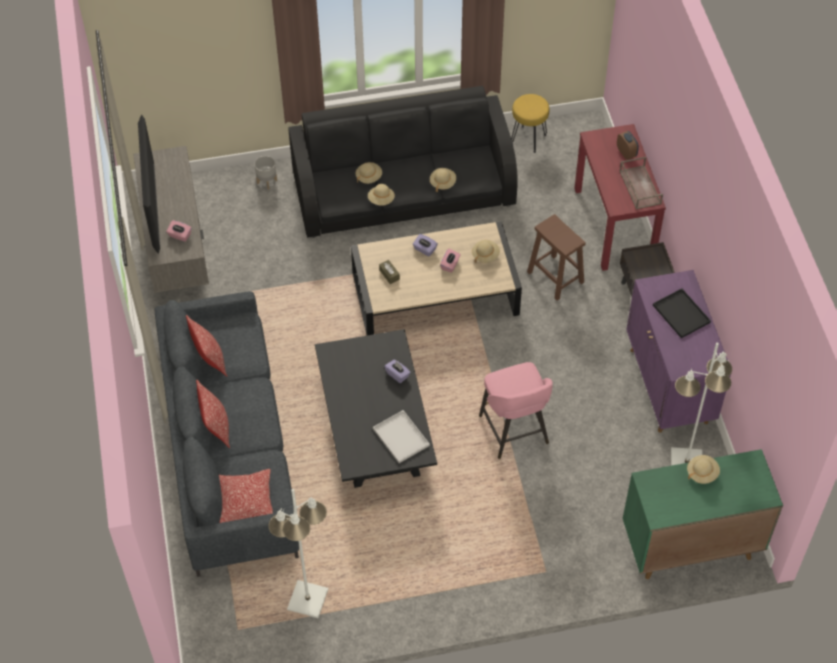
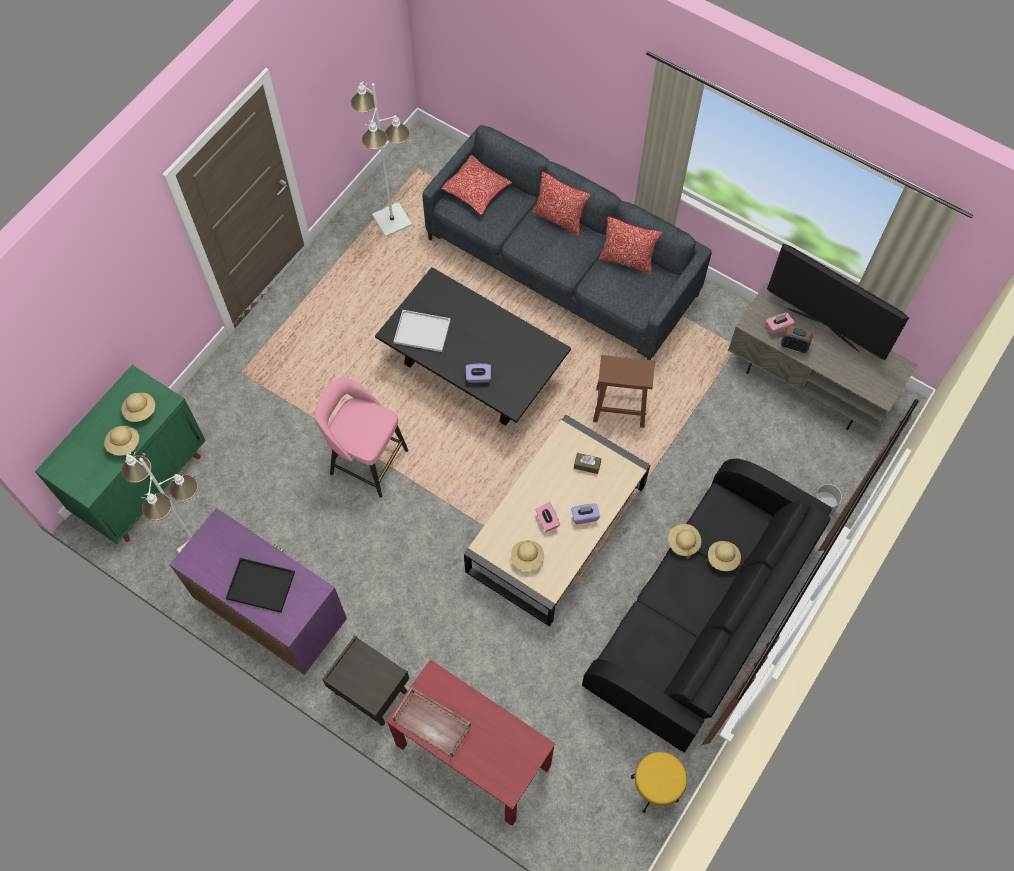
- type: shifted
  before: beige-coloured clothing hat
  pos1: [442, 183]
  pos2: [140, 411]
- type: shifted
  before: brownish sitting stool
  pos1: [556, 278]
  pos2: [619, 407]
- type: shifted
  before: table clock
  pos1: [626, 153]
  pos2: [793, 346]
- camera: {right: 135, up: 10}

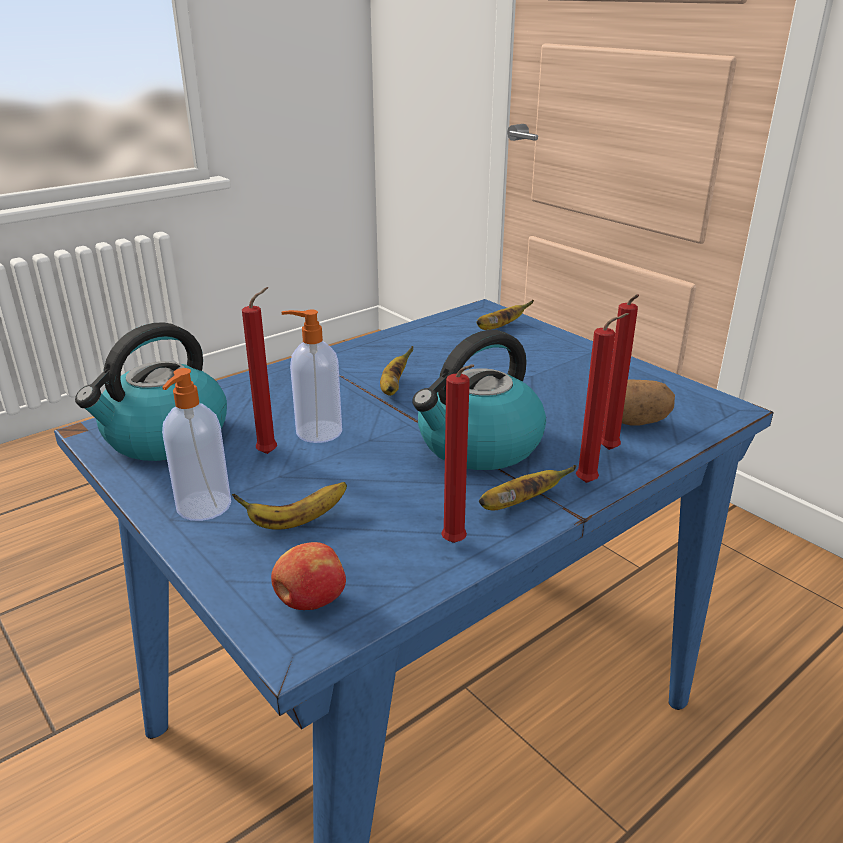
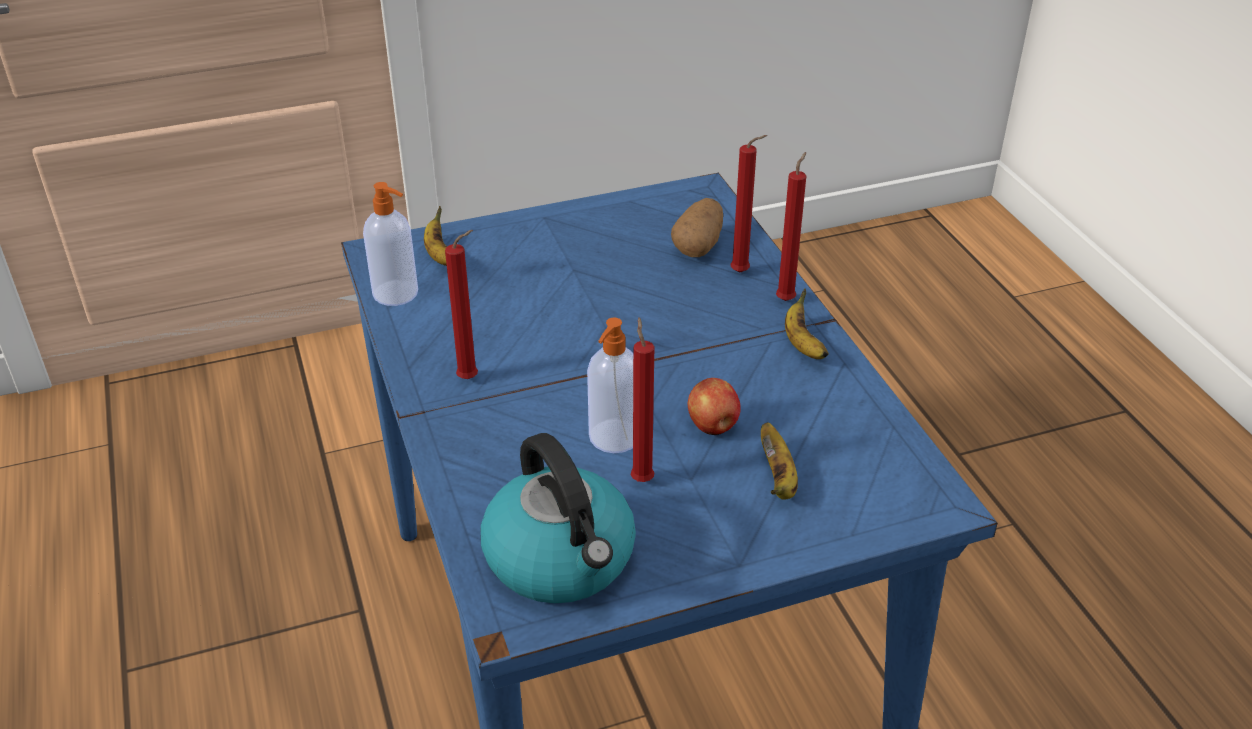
- type: gone
  before: whole banana
  pos1: [393, 388]
- type: gone
  before: tea kettle
  pos1: [478, 445]
- type: shifted
  before: soap dispenser
  pos1: [202, 507]
  pos2: [397, 294]
- type: shifted
  before: apple
  pos1: [309, 601]
  pos2: [713, 426]
- type: shifted
  before: reddish wax candle
  pos1: [456, 545]
  pos2: [471, 378]
- camera: {right: -70, up: 10}

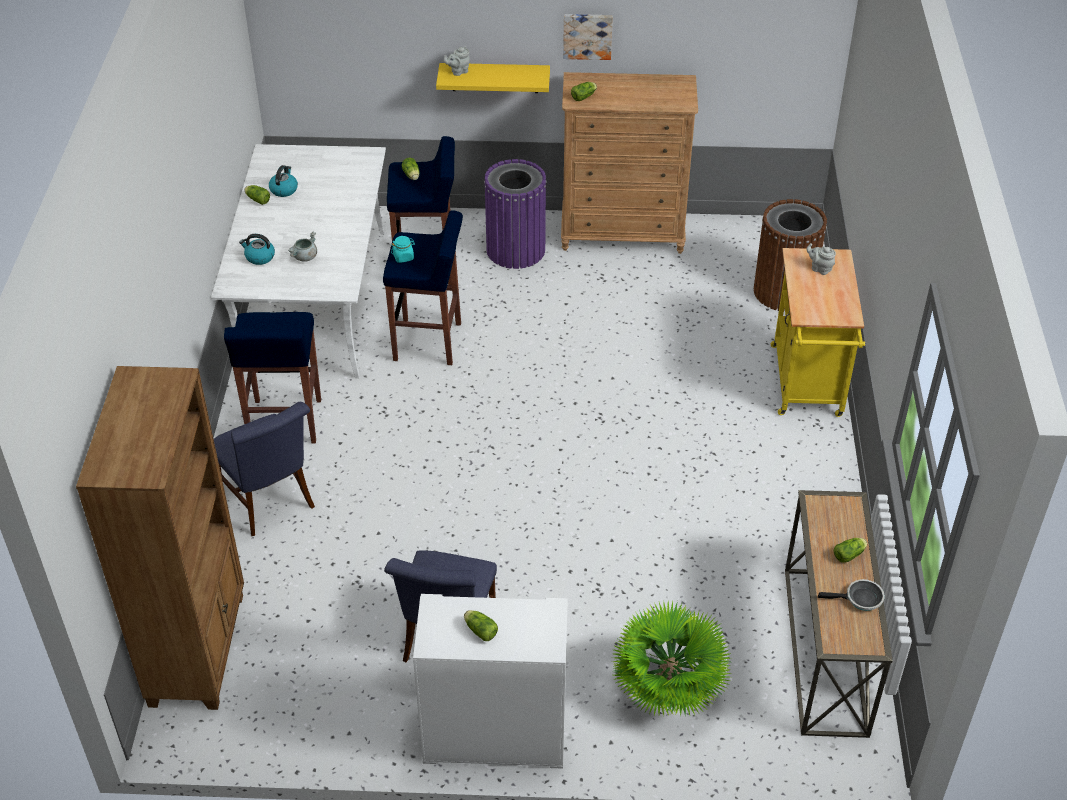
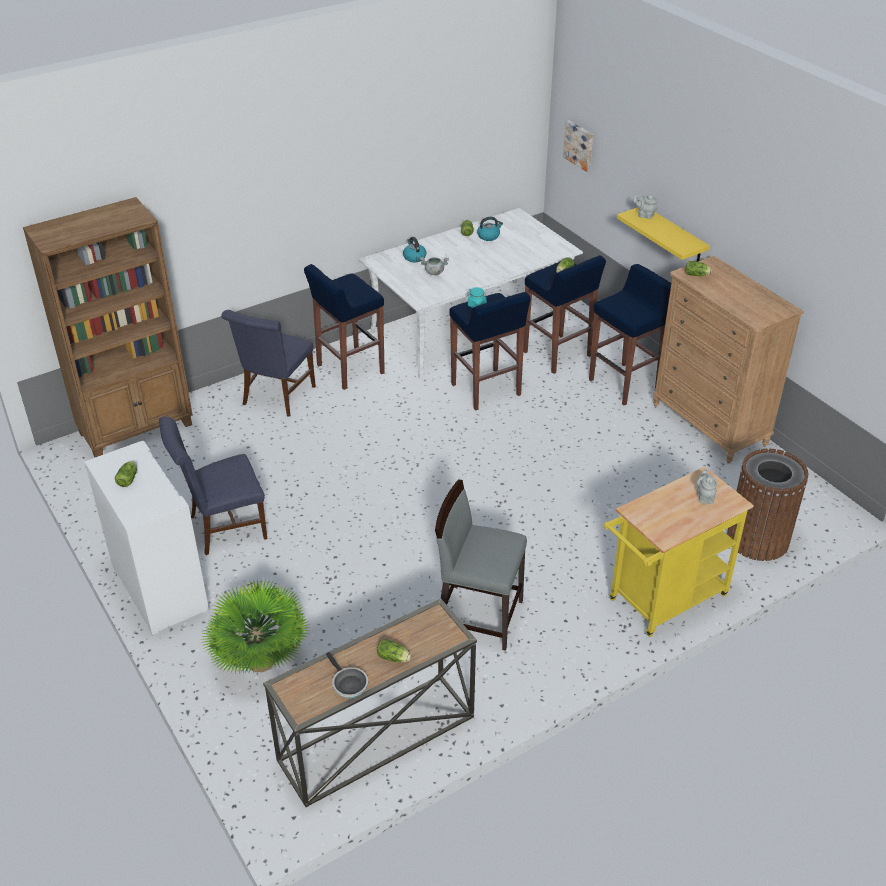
- type: new
  after: gray plain chair
  pos2: [478, 616]
- type: shifted
  before: picture
  pos1: [587, 35]
  pos2: [579, 145]
- type: swapped
  before: purplish rubbish bin
  after: blue-coloured sitting stool
  pos1: [516, 250]
  pos2: [625, 384]
- camera: {right: 55, up: -5}

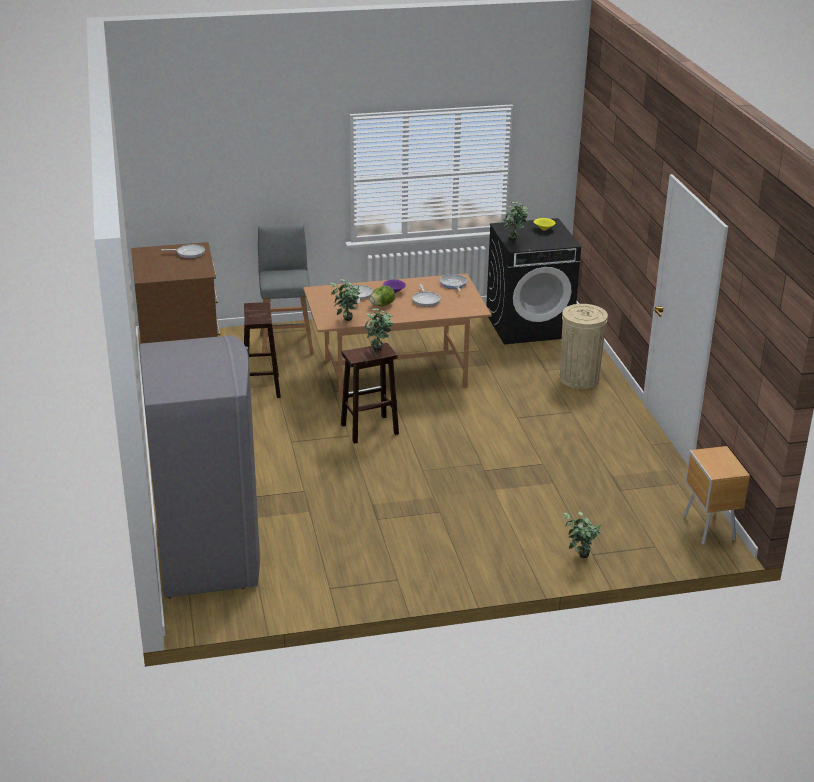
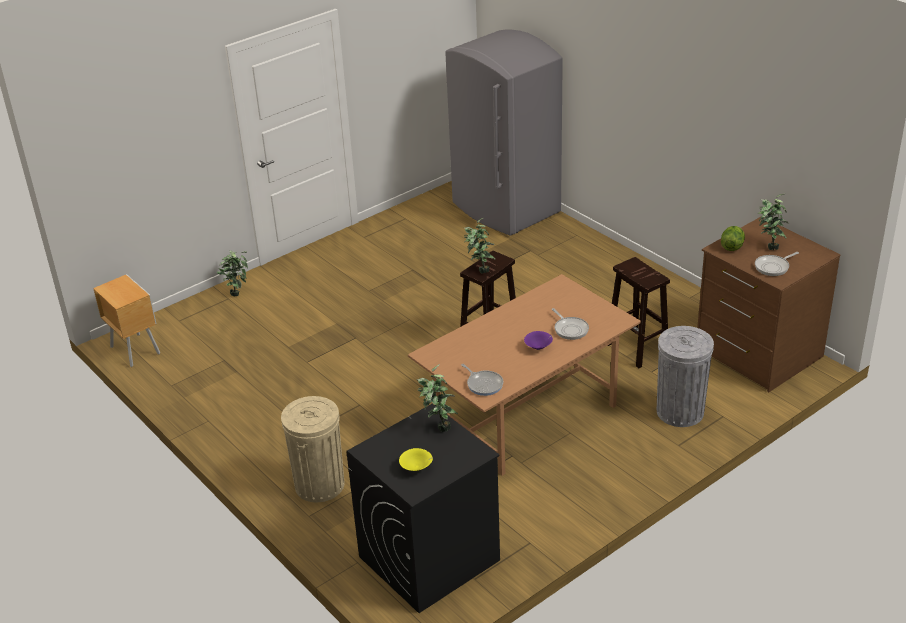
- type: gone
  before: skillet
  pos1: [426, 300]
- type: shifted
  before: plant in a pot
  pos1: [346, 322]
  pos2: [769, 246]
- type: shifted
  before: lettuce head
  pos1: [382, 305]
  pos2: [732, 247]
- type: swapped
  before: gray sitting stool
  after: gray rubbish bin
  pos1: [286, 343]
  pos2: [680, 411]
- camera: {right: 155, up: 5}

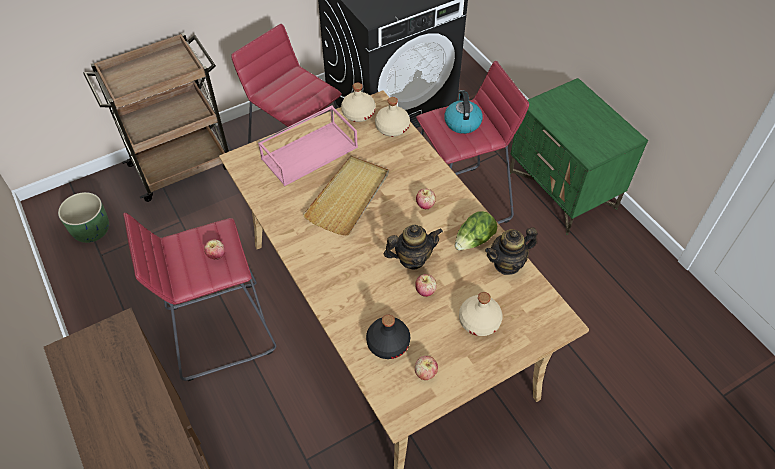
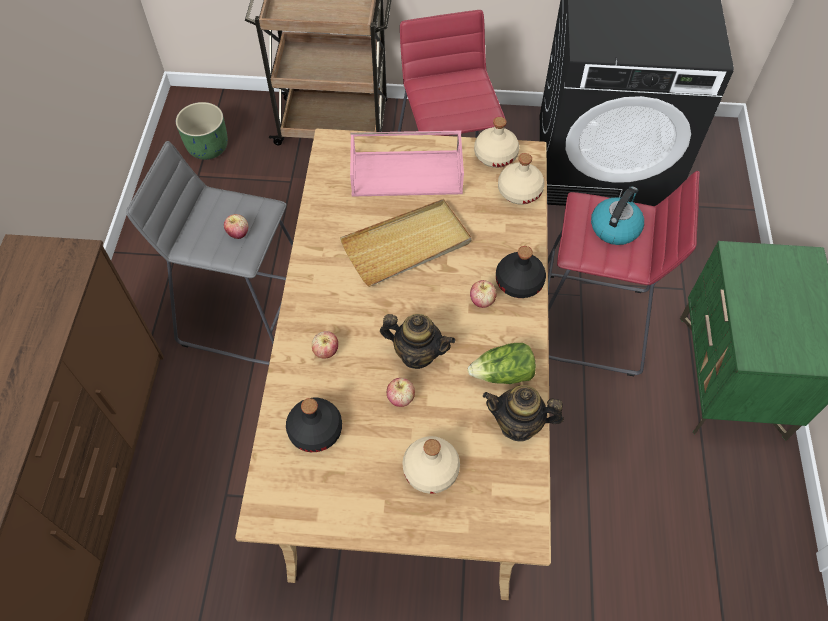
- type: new
  after: black beverage bottle
  pos2: [519, 282]
- type: shifted
  before: apple
  pos1: [425, 373]
  pos2: [326, 351]
- type: repainted
  before: reddish sitting stool
  after: gray sitting stool
  pos1: [219, 329]
  pos2: [245, 312]
- camera: {right: 35, up: 5}

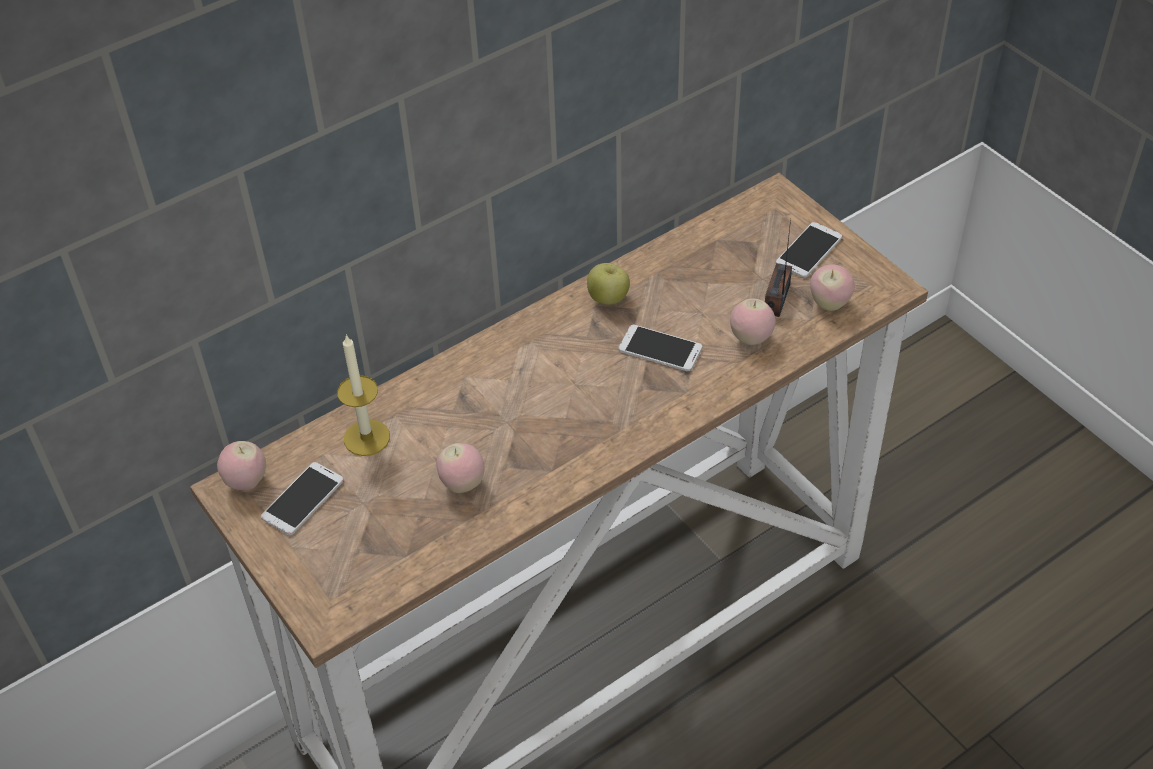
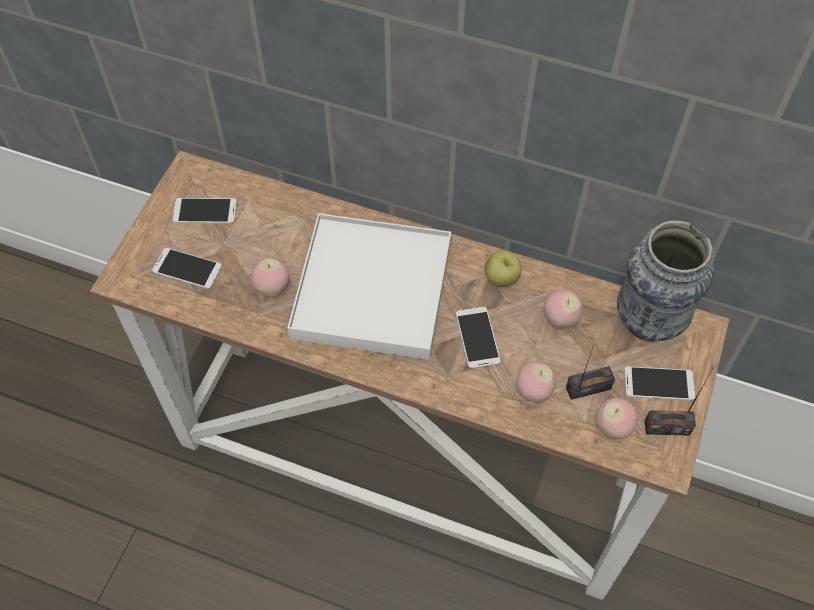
- type: gone
  before: wax candle
  pos1: [367, 437]
- type: new
  after: telephone
  pos2: [187, 269]
- type: new
  after: whitish carrying tray
  pos2: [372, 290]
- type: new
  after: vase
  pos2: [649, 320]
- type: new
  after: radio
  pos2: [667, 427]
- type: shifted
  before: apple
  pos1: [246, 481]
  pos2: [560, 319]
- camera: {right: 55, up: 10}

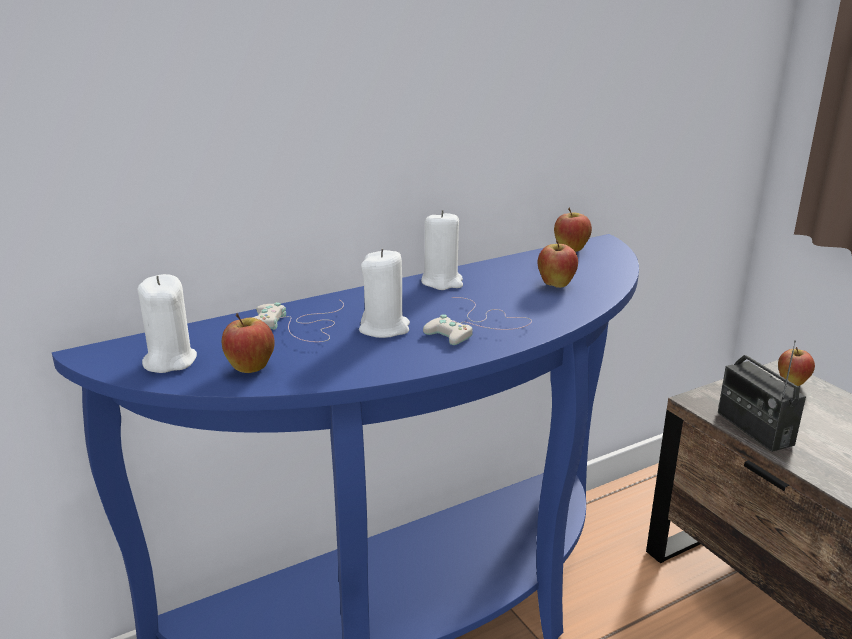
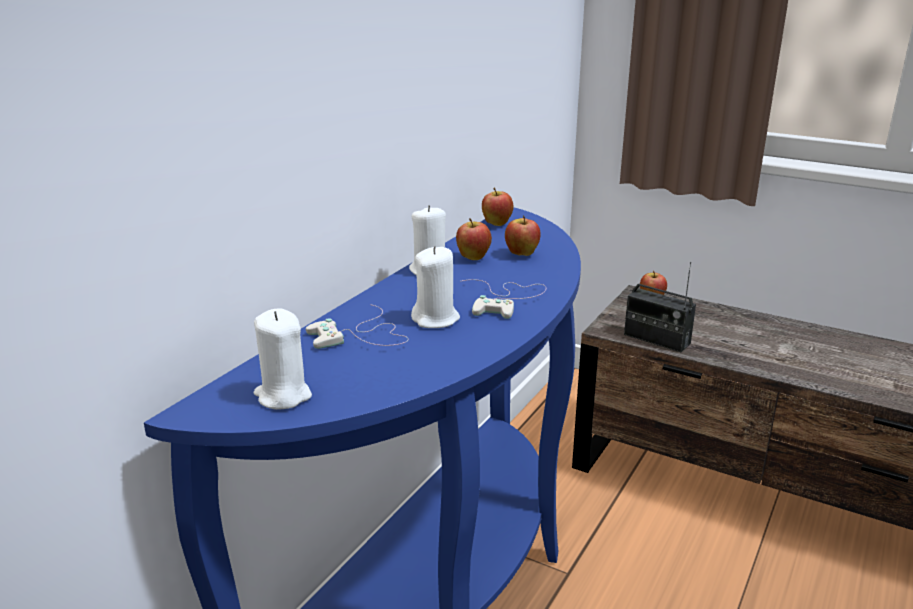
- type: shifted
  before: apple
  pos1: [250, 369]
  pos2: [473, 259]
- camera: {right: -30, up: 0}

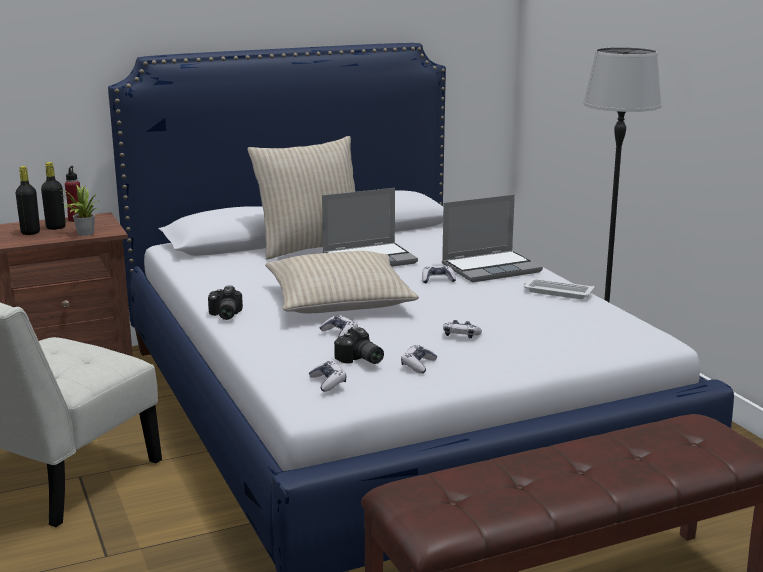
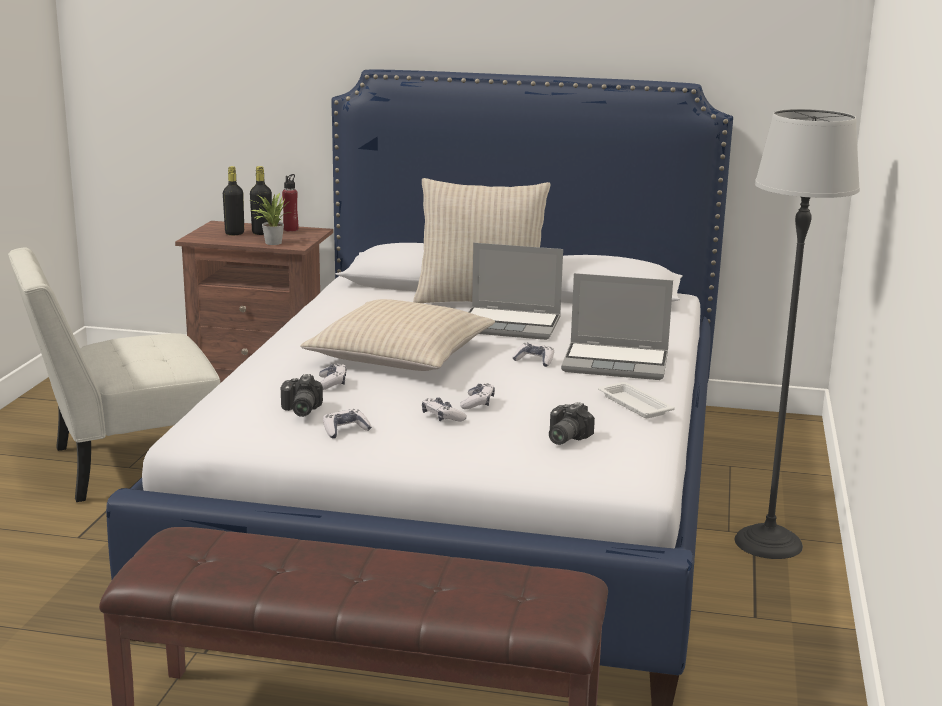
- type: shifted
  before: photo camera
  pos1: [224, 315]
  pos2: [563, 438]
- type: shifted
  before: gamepad
  pos1: [328, 382]
  pos2: [478, 403]
- camera: {right: 35, up: 0}

